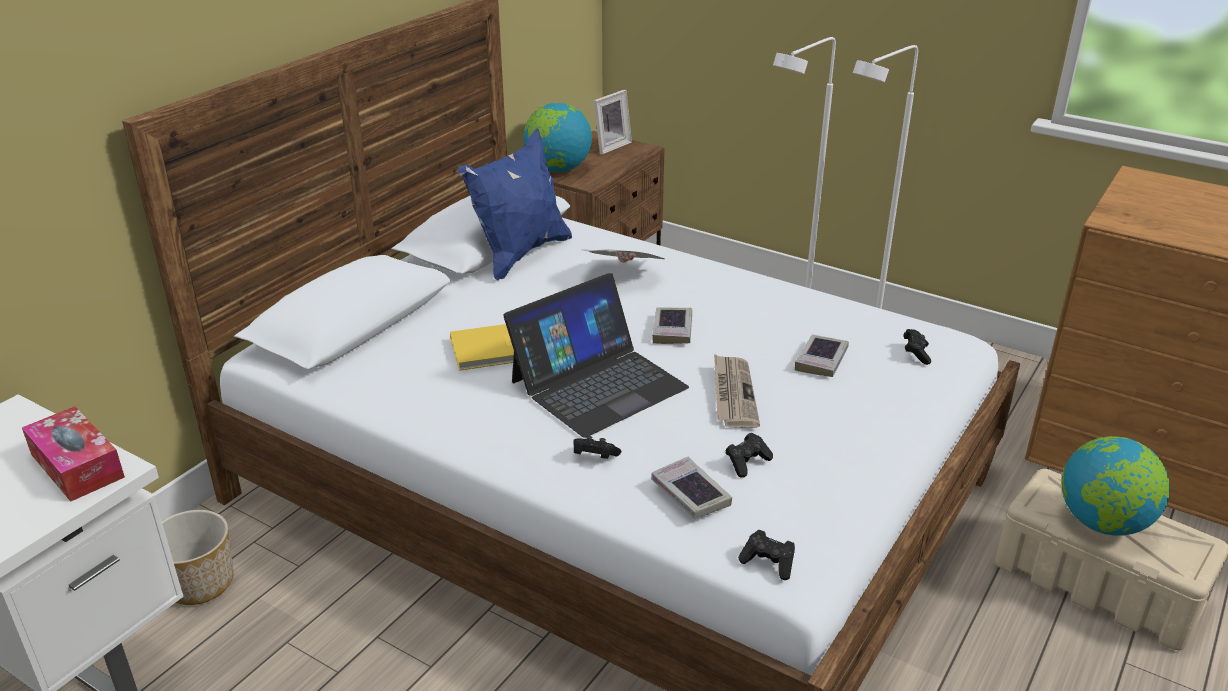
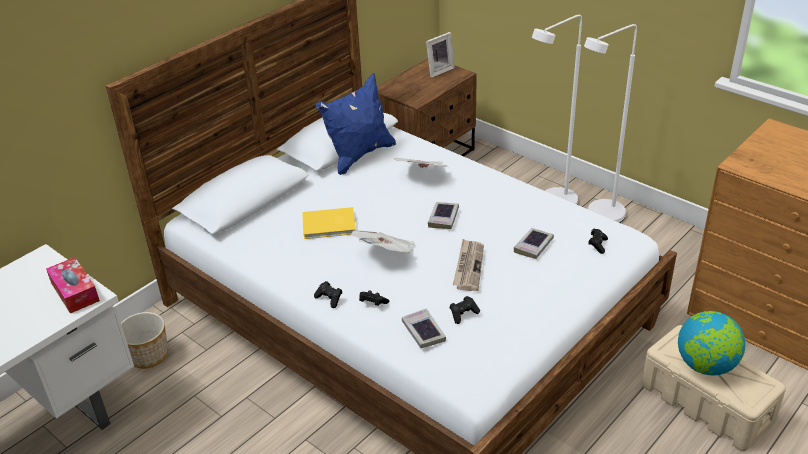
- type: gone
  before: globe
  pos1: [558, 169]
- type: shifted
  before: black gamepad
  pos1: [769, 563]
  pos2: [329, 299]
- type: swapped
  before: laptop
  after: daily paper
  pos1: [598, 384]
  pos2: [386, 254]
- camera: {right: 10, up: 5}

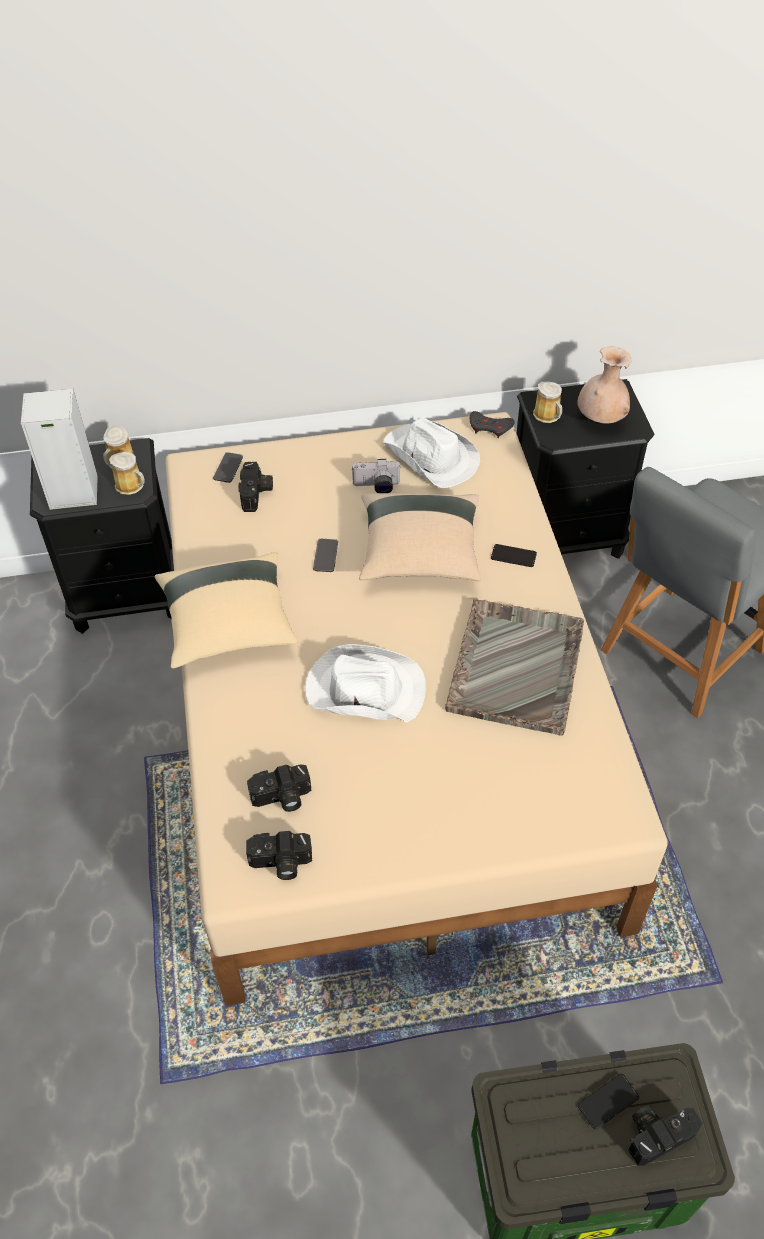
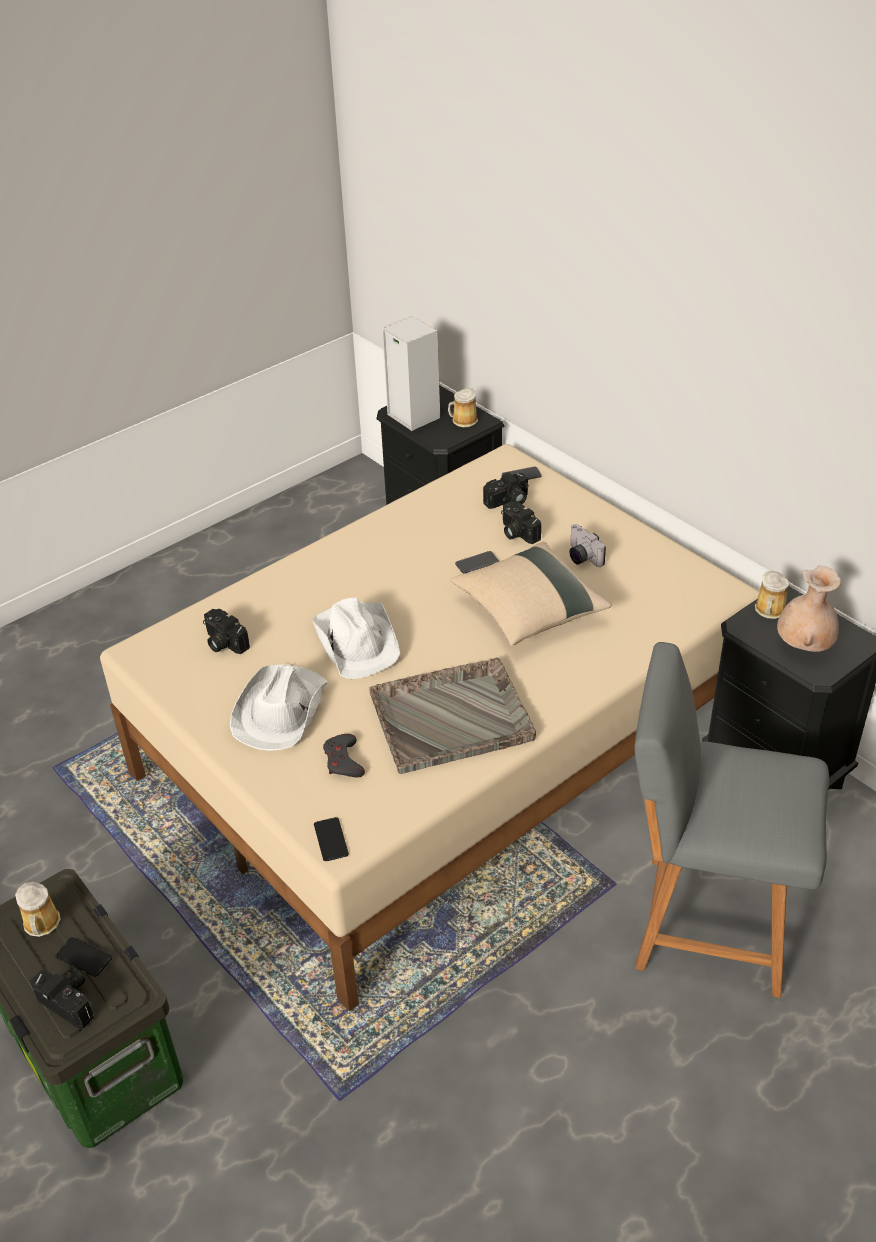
- type: gone
  before: beige-coloured throw pillow
  pos1: [228, 625]
- type: shifted
  before: coffee mug
  pos1: [131, 486]
  pos2: [41, 924]
- type: shifted
  before: photo camera
  pos1: [280, 864]
  pos2: [516, 532]
- type: shifted
  before: whitish clothing hat
  pos1: [431, 457]
  pos2: [280, 710]
- type: shifted
  before: gray gamepad
  pos1: [490, 427]
  pos2: [343, 761]
- type: shifted
  before: telephone
  pos1: [513, 556]
  pos2: [331, 840]
- camera: {right: 60, up: -10}

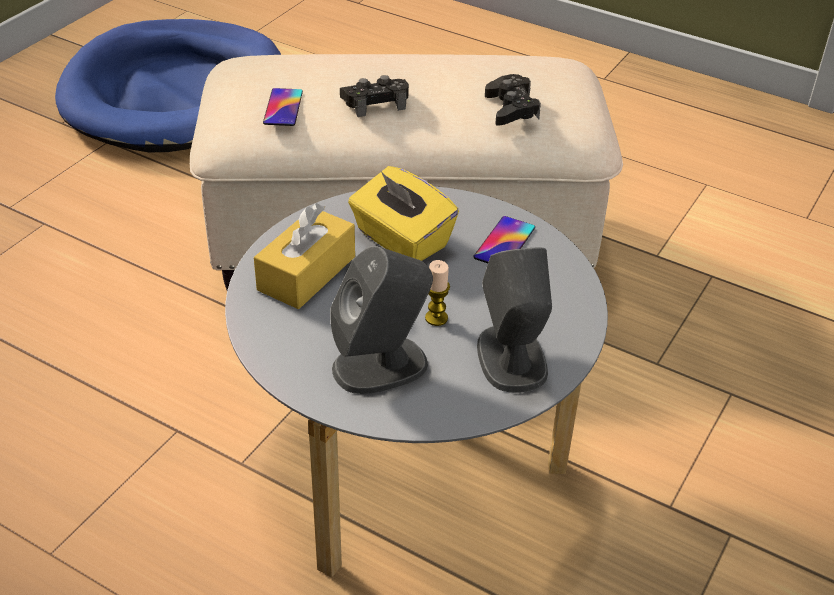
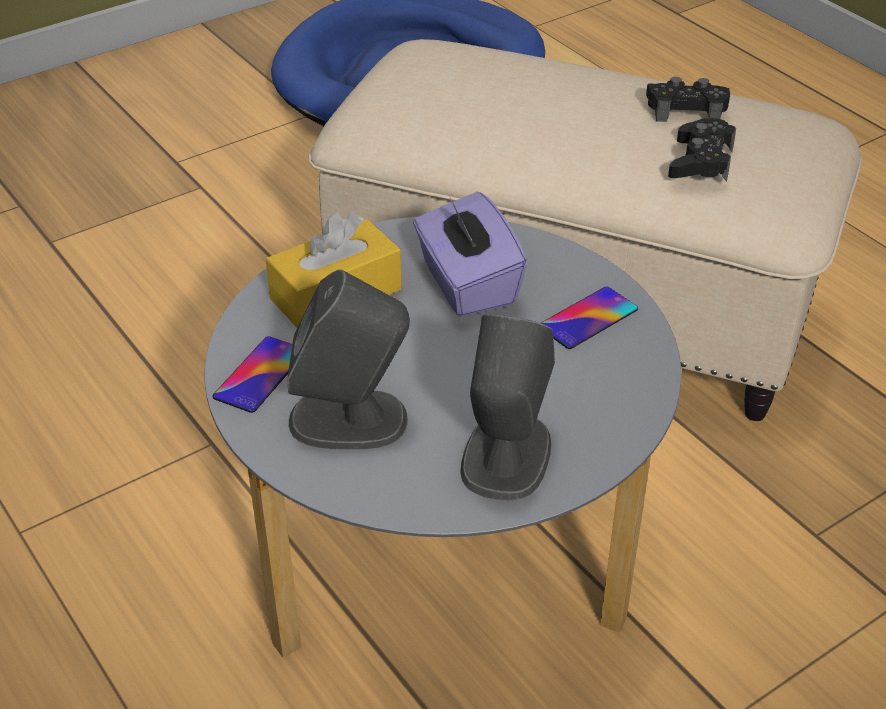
- type: gone
  before: wax candle
  pos1: [436, 318]
- type: shifted
  before: telephone
  pos1: [283, 107]
  pos2: [260, 375]
- type: shifted
  before: black gamepad
  pos1: [375, 102]
  pos2: [686, 109]
- type: repainted
  before: yellow-coloured tissue holder
  after: purplish tissue holder
  pos1: [401, 240]
  pos2: [467, 284]
- camera: {right: 25, up: 0}

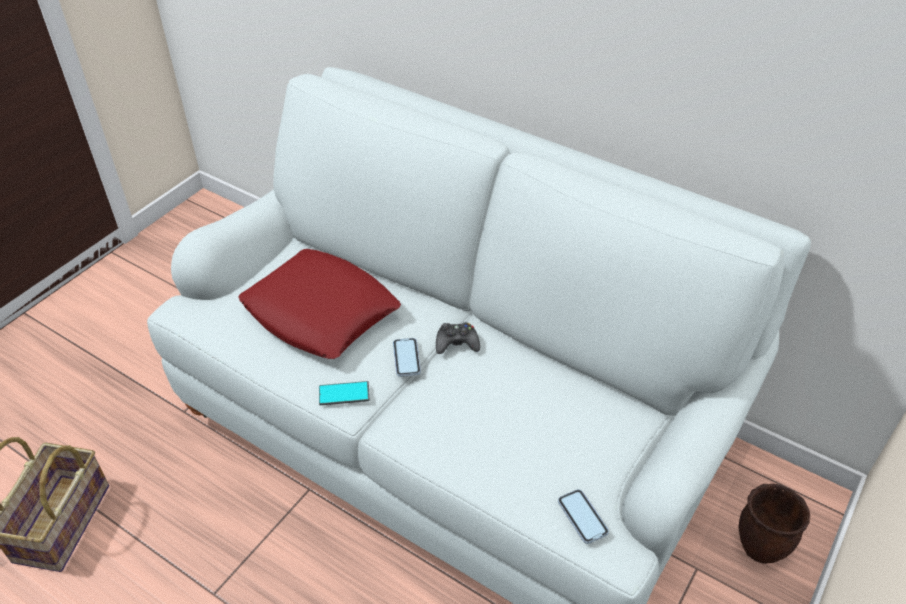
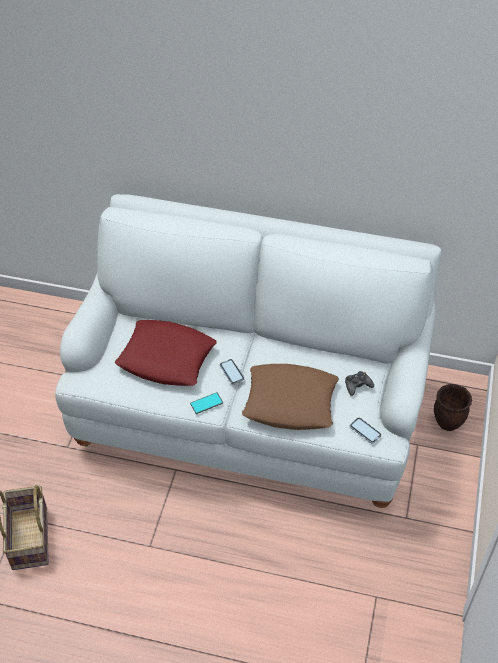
- type: new
  after: brownish throw pillow
  pos2: [290, 402]
- type: shifted
  before: black gamepad
  pos1: [457, 343]
  pos2: [357, 385]
- camera: {right: -20, up: 5}

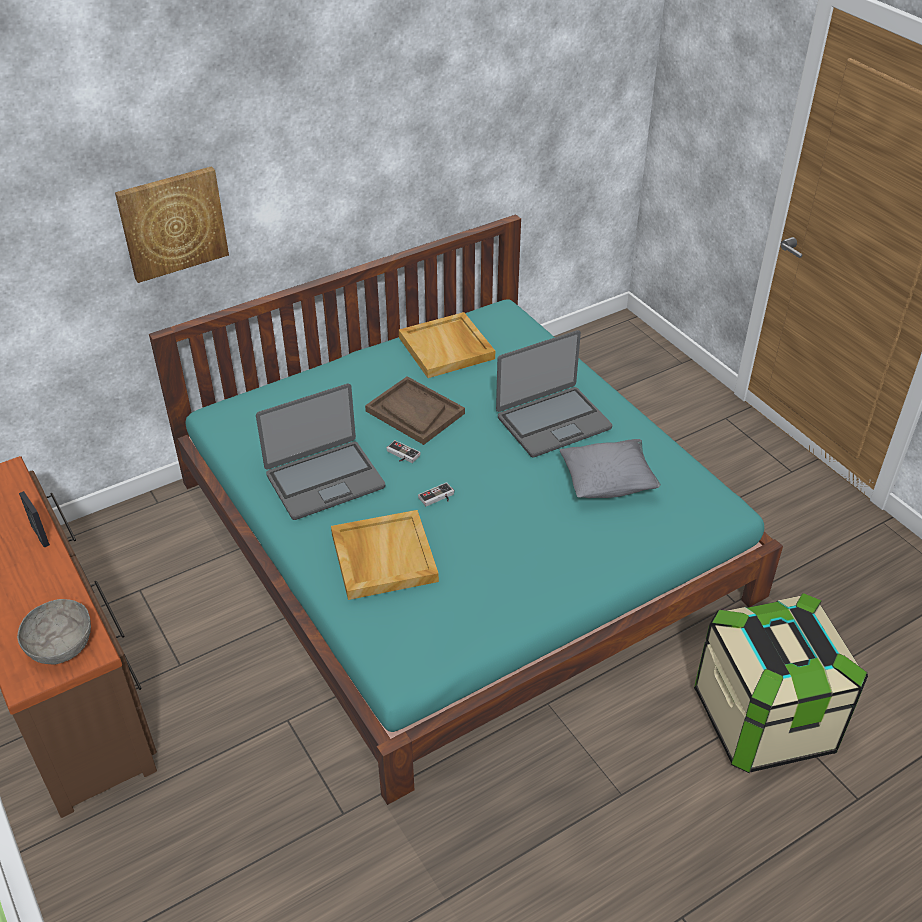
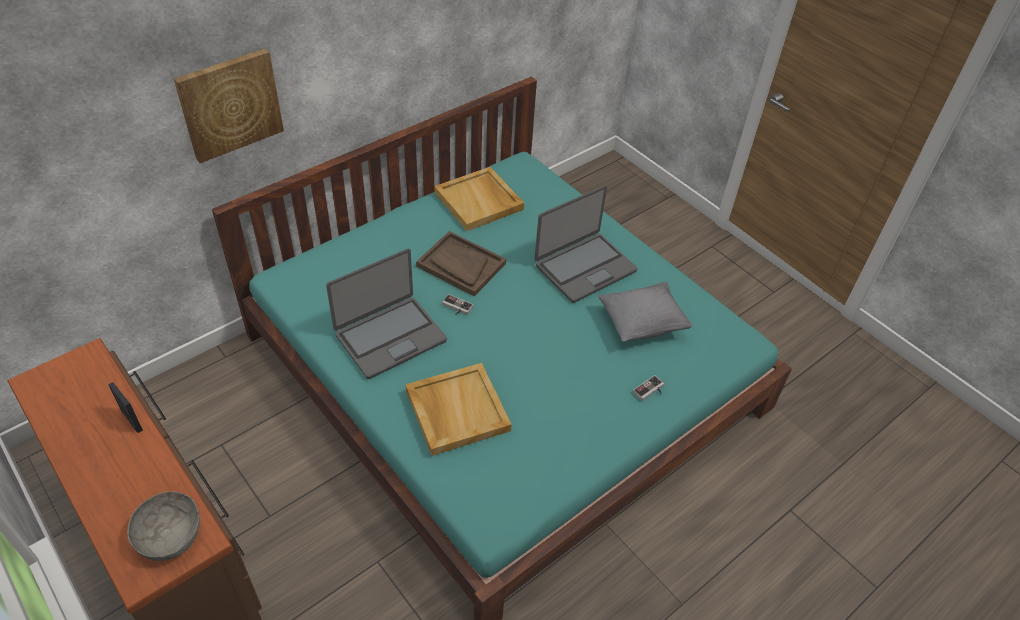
- type: gone
  before: storage bin
  pos1: [764, 719]
- type: shifted
  before: gamepad
  pos1: [438, 498]
  pos2: [650, 391]
- camera: {right: -10, up: 5}

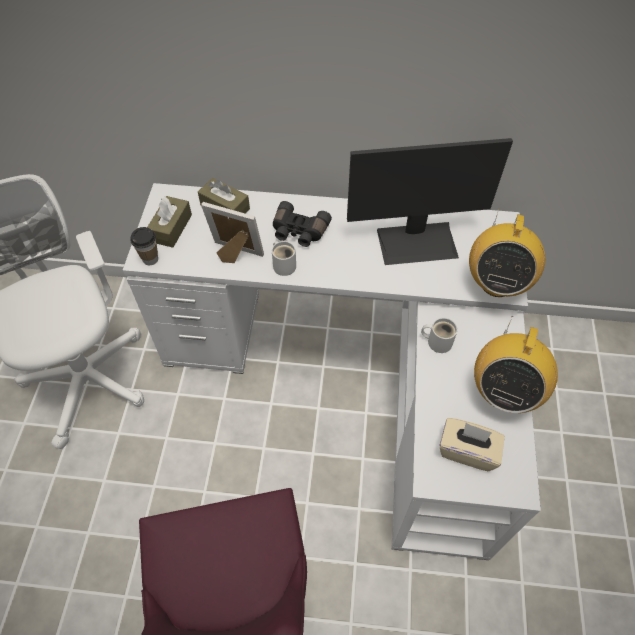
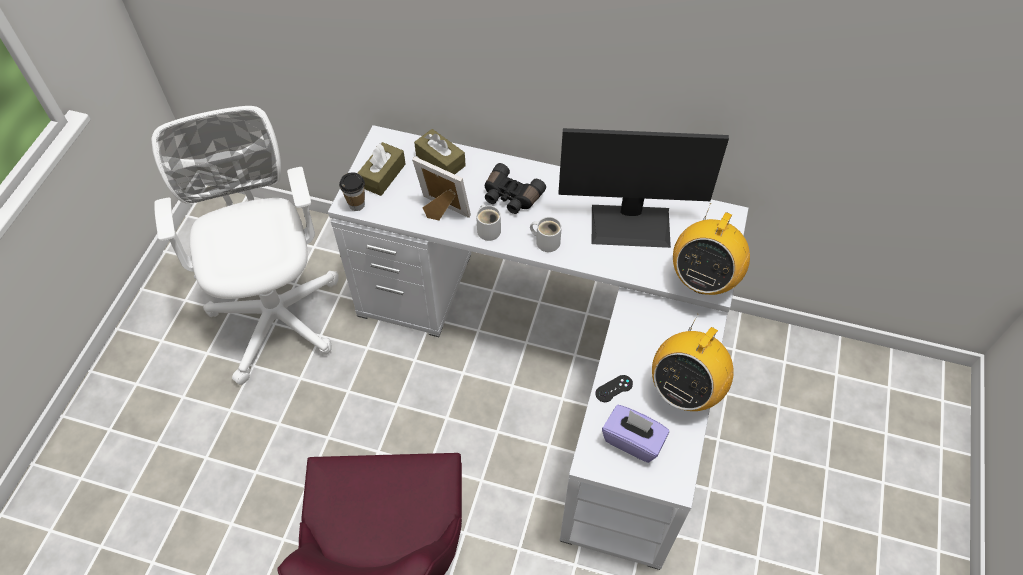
- type: new
  after: black gamepad
  pos2: [614, 388]
- type: shifted
  before: whitish coffee mug
  pos1: [437, 341]
  pos2: [546, 241]
- type: repainted
  before: beige-coloured tissue holder
  after: purplish tissue holder
  pos1: [467, 451]
  pos2: [633, 440]
- camera: {right: 10, up: 0}

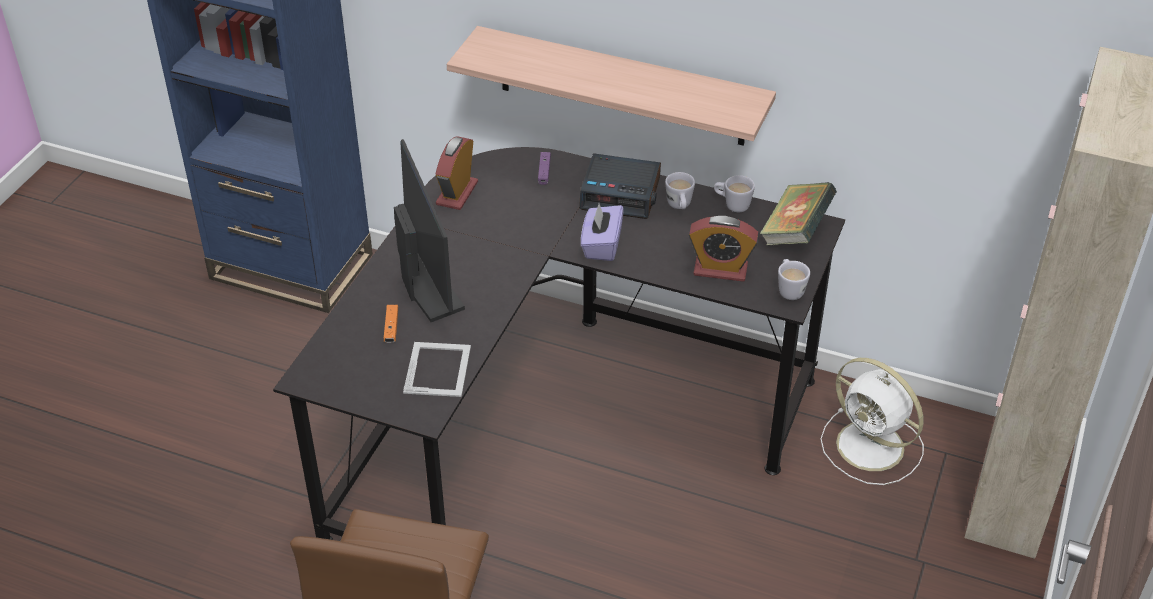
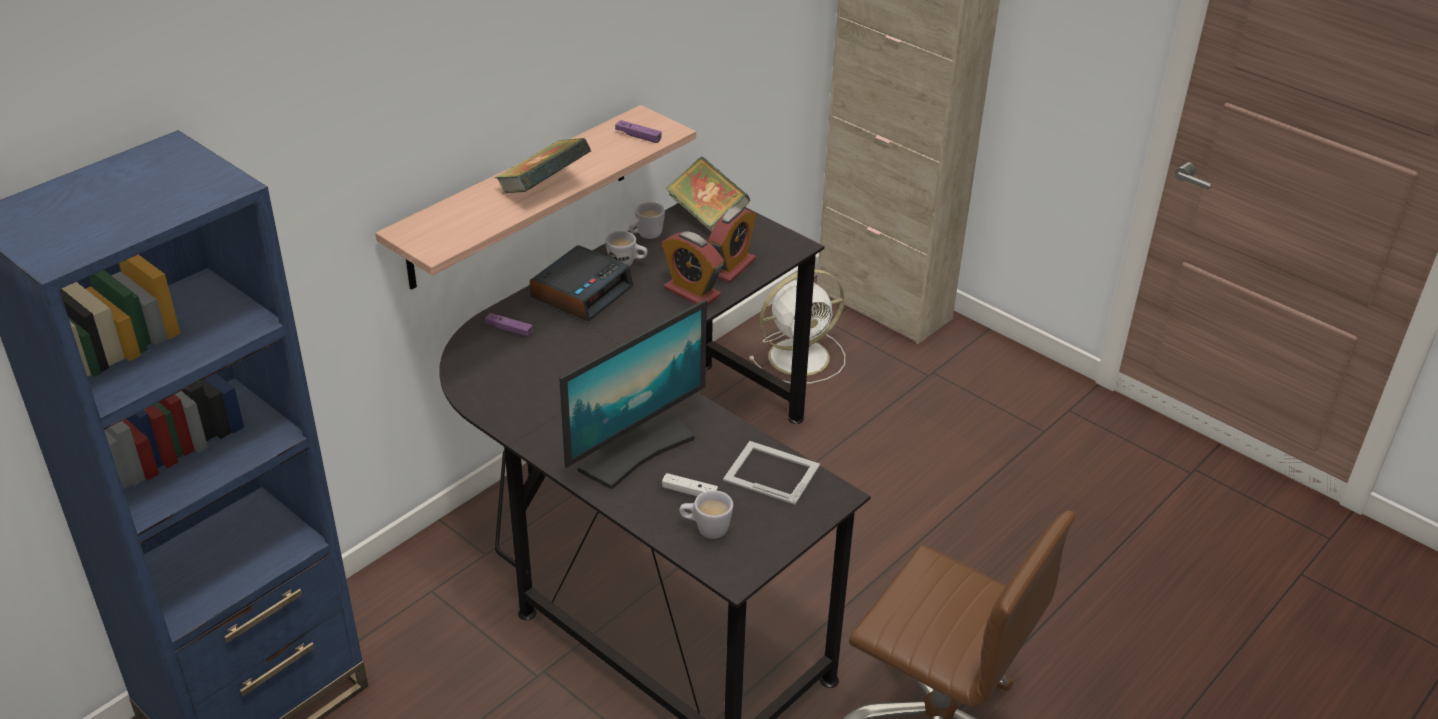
- type: gone
  before: purplish tissue holder
  pos1: [601, 245]
- type: new
  after: volume
  pos2: [544, 189]
- type: new
  after: purplish gamepad
  pos2: [638, 136]
- type: shifted
  before: table clock
  pos1: [457, 193]
  pos2: [692, 292]
- type: shifted
  before: whitish coffee mug
  pos1: [789, 289]
  pos2: [705, 529]
- type: repainted
  before: orange-coloured gamepad
  after: whitish gamepad
  pos1: [391, 328]
  pos2: [689, 492]
- type: rotated
  before: computer display
  pos1: [428, 284]
  pos2: [635, 450]
  turn: 135
- camera: {right: -70, up: -5}

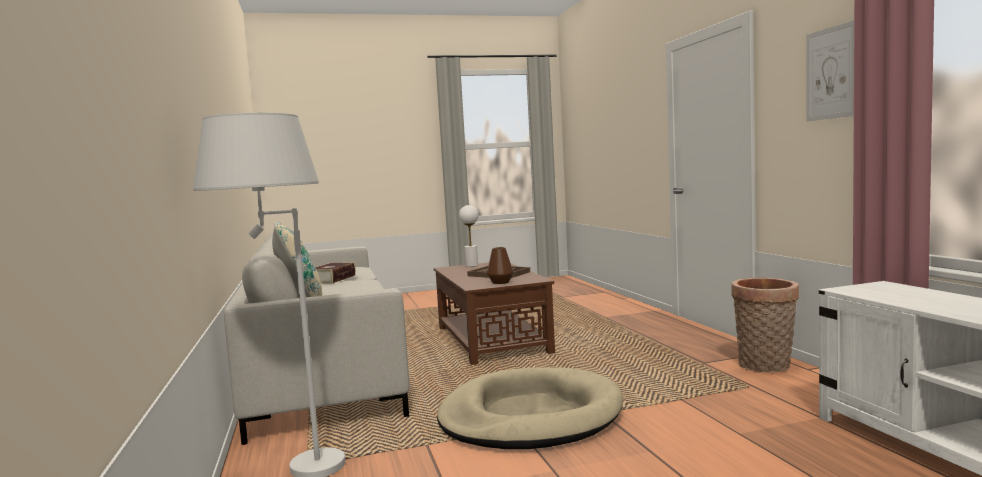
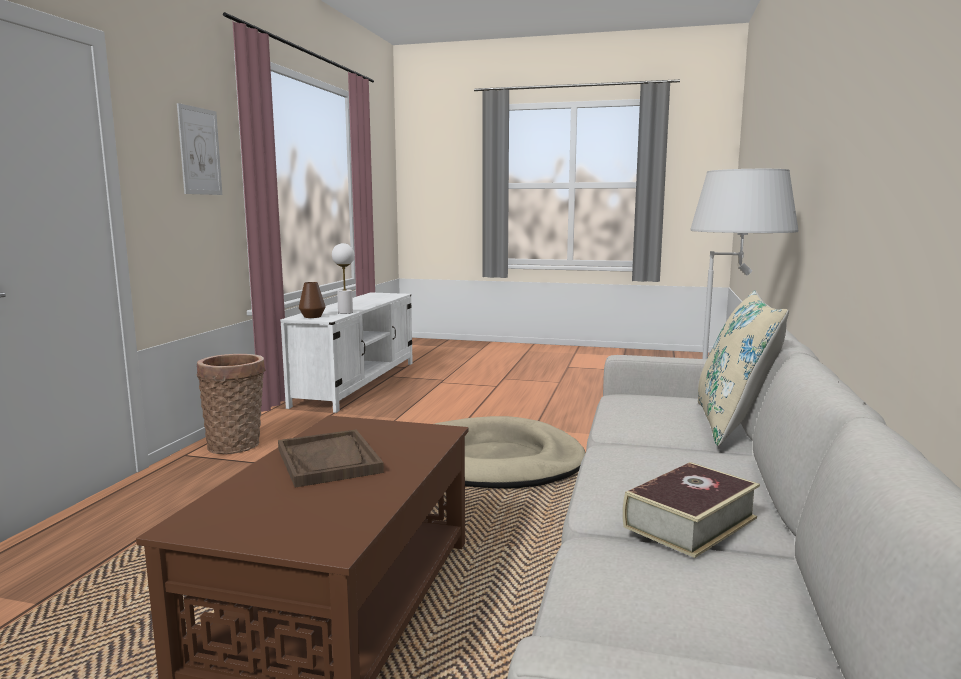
- type: shifted
  before: whitish lamp for a table
  pos1: [471, 265]
  pos2: [345, 312]
- type: shifted
  before: brownish vase
  pos1: [500, 282]
  pos2: [312, 316]
- camera: {right: -150, up: 5}

